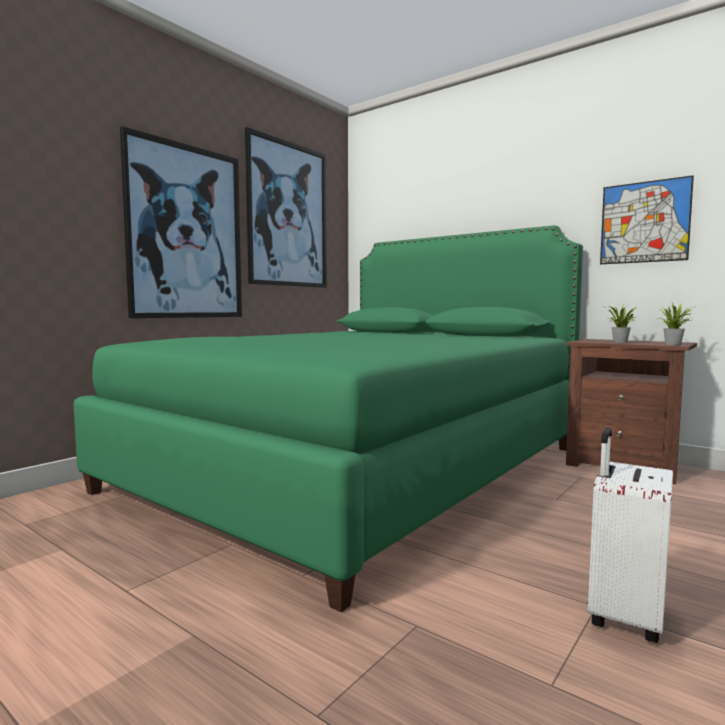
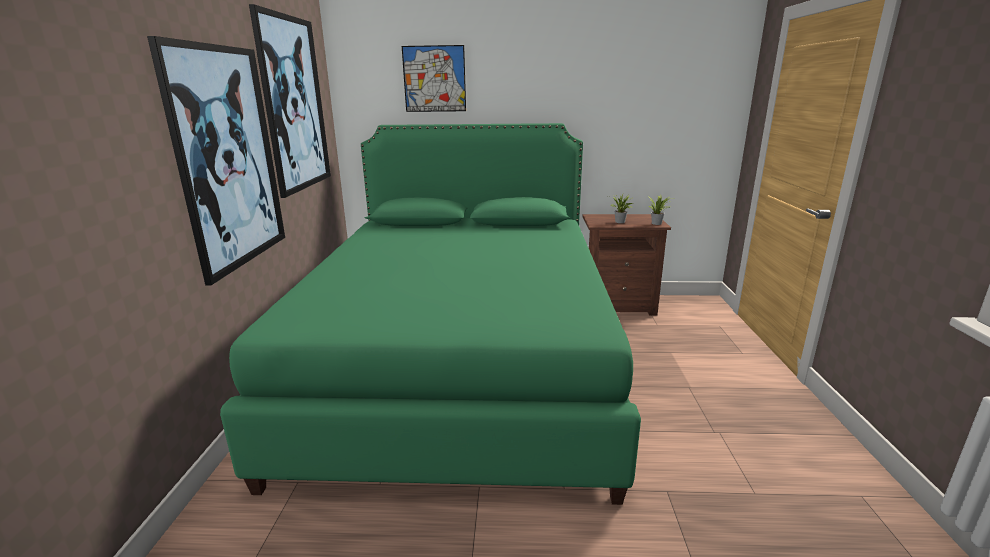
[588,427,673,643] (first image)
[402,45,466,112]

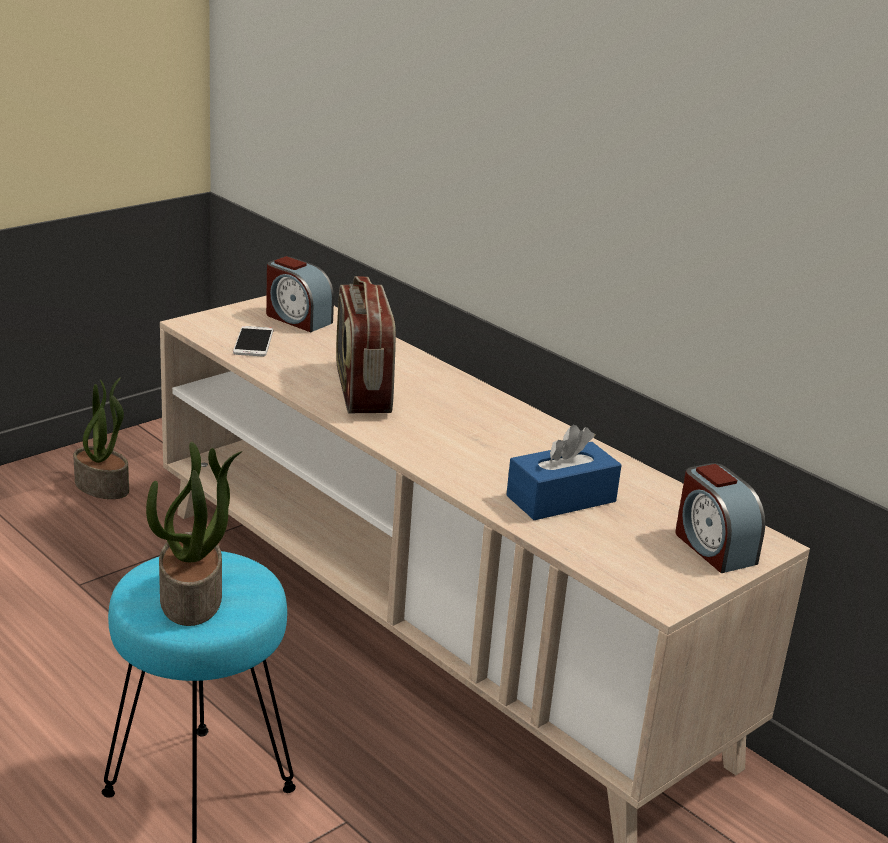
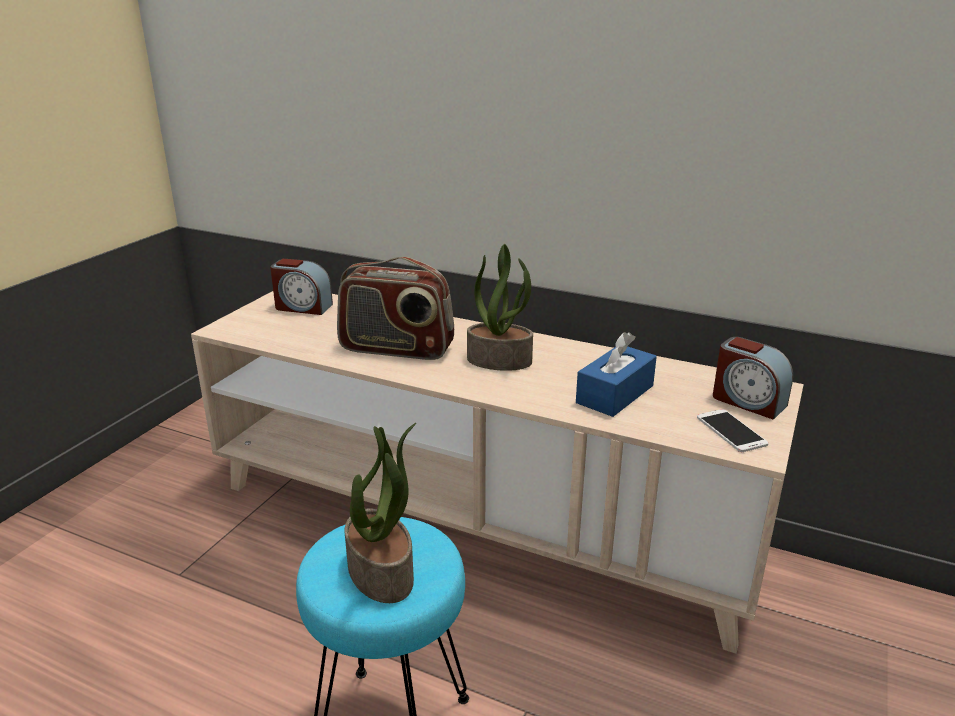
[467,244,533,371]
[697,409,768,452]
[337,257,454,360]

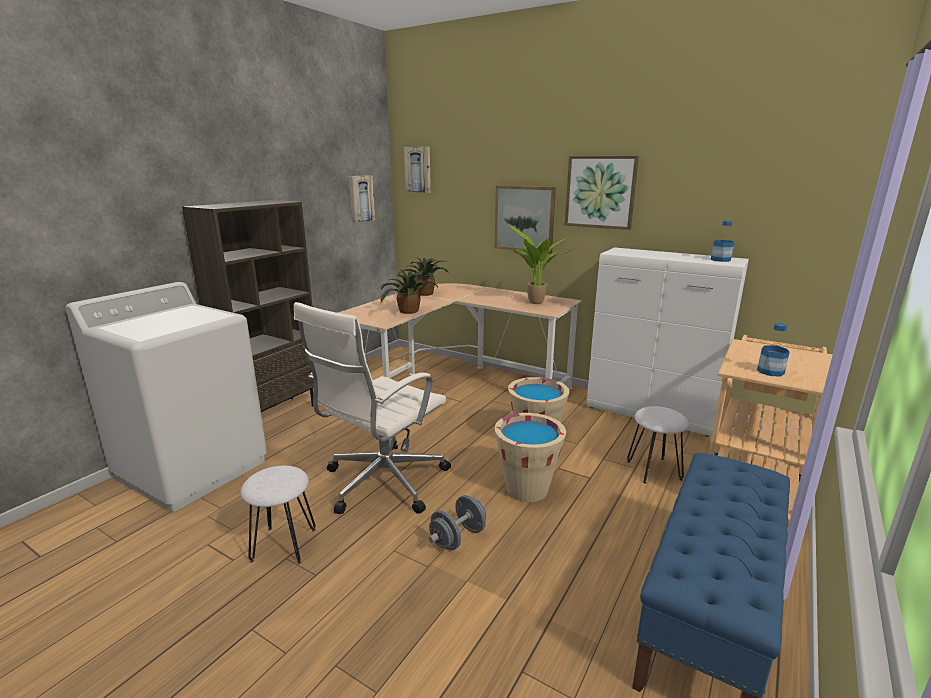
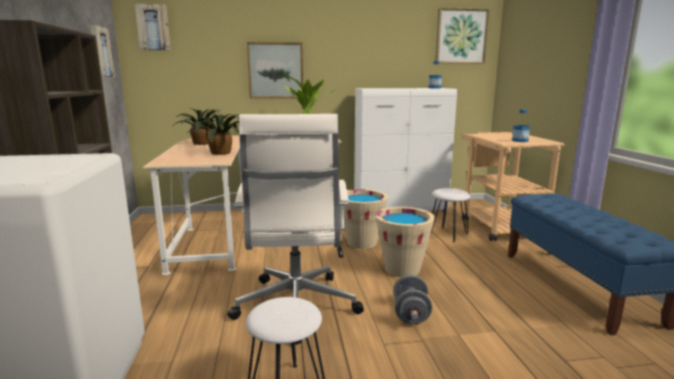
[435,8,489,64]

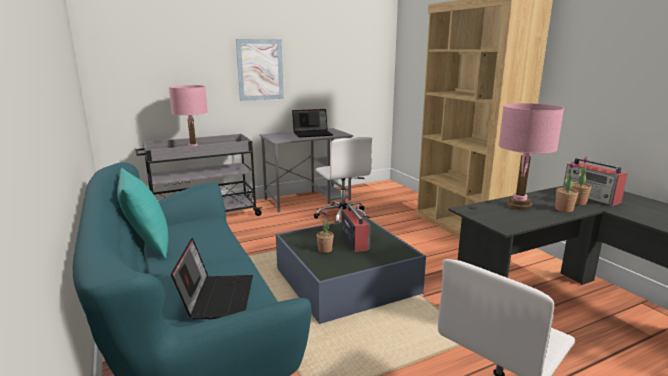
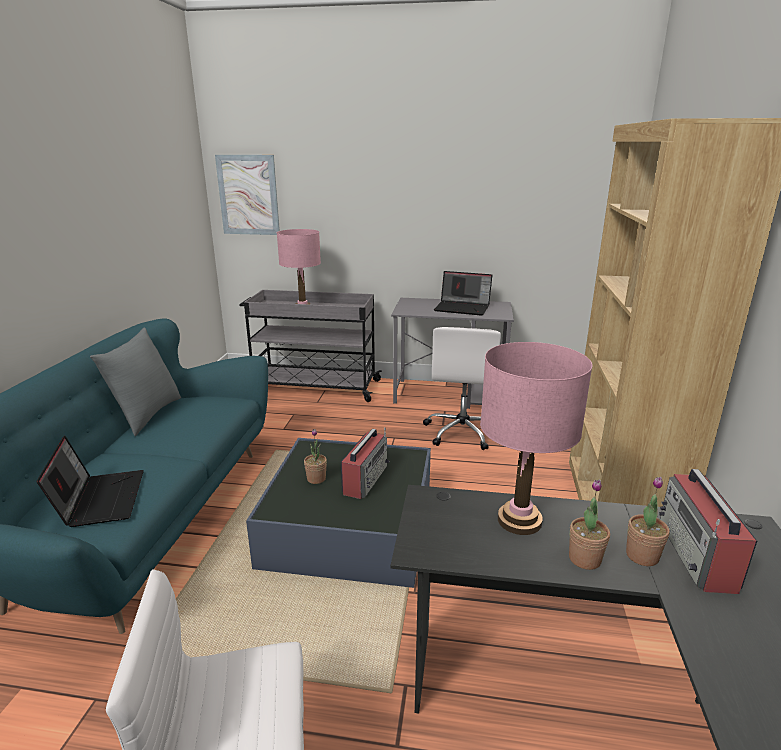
[215,155,280,235]
[90,328,181,436]
[37,436,144,527]

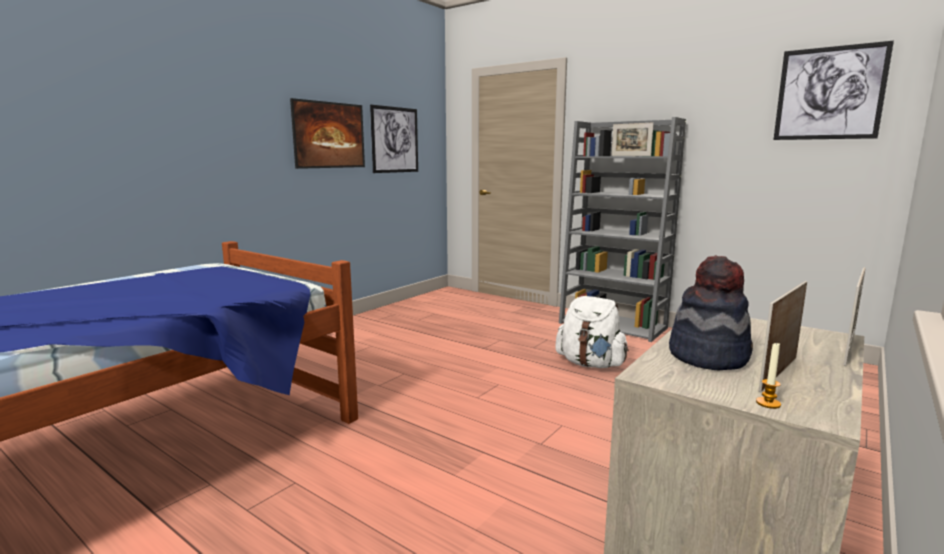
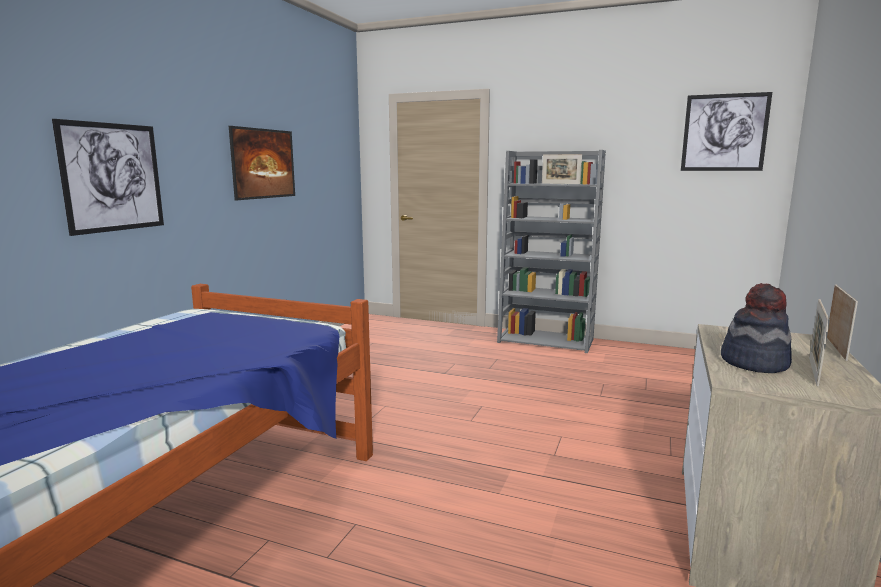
[555,296,629,368] (first image)
[756,342,781,409] (first image)
[52,119,164,236]

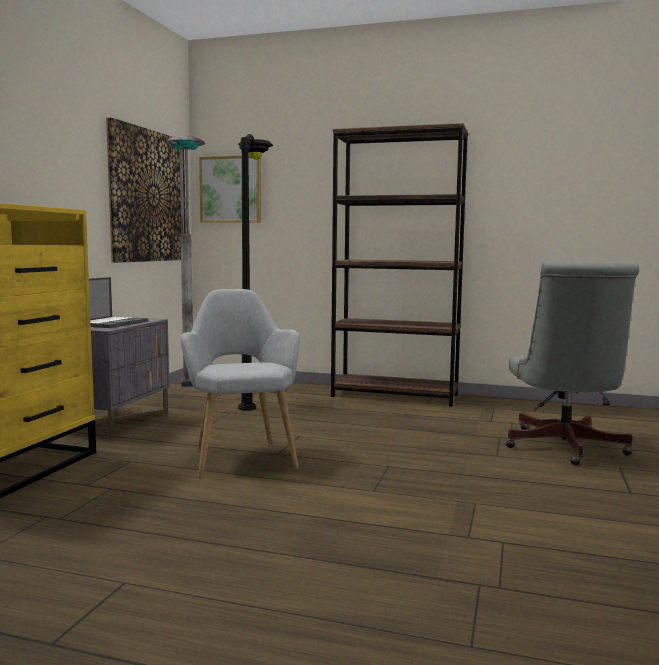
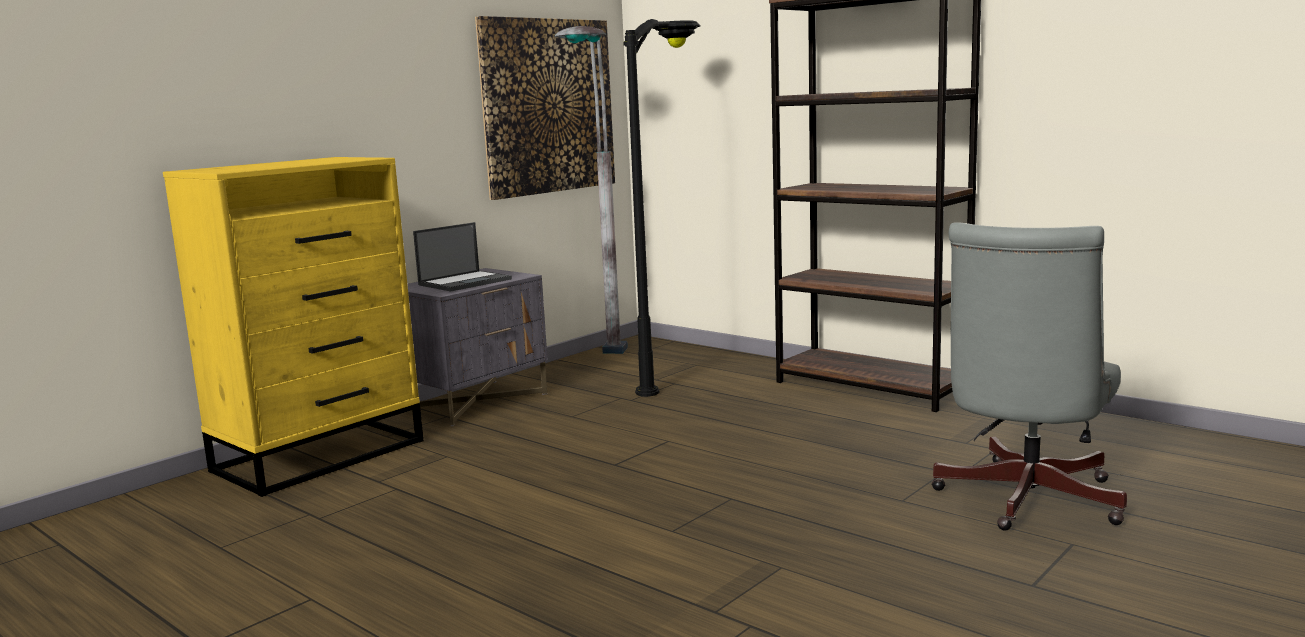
[180,289,300,478] (first image)
[199,155,261,223] (first image)

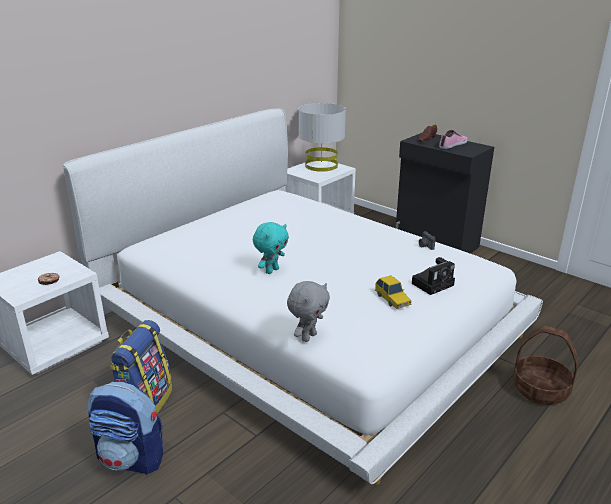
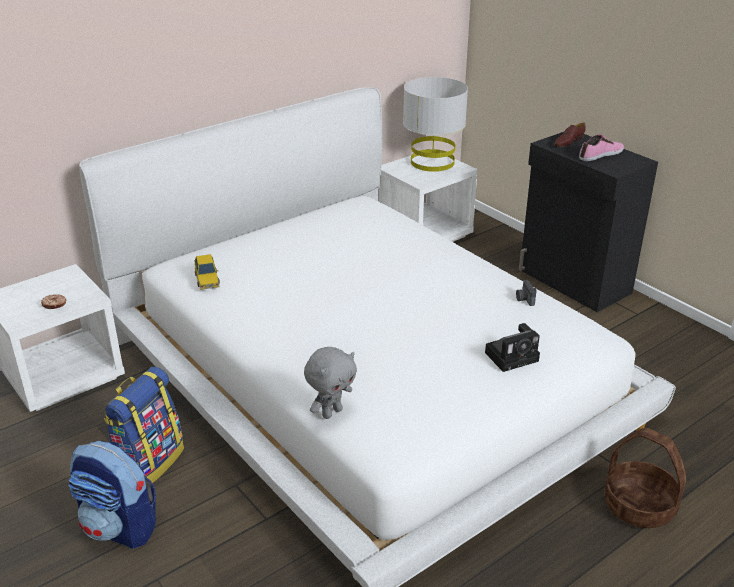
[253,222,289,274] (first image)
[194,254,220,290]

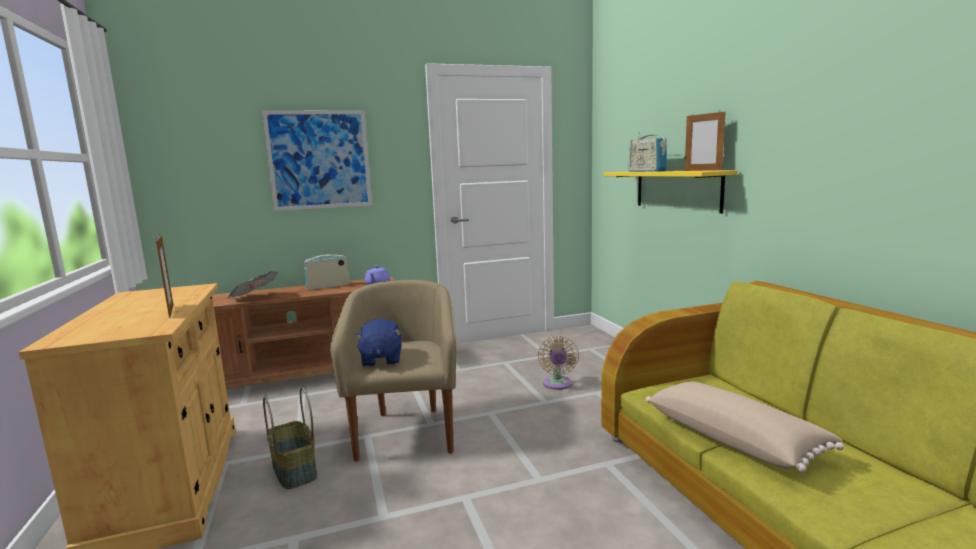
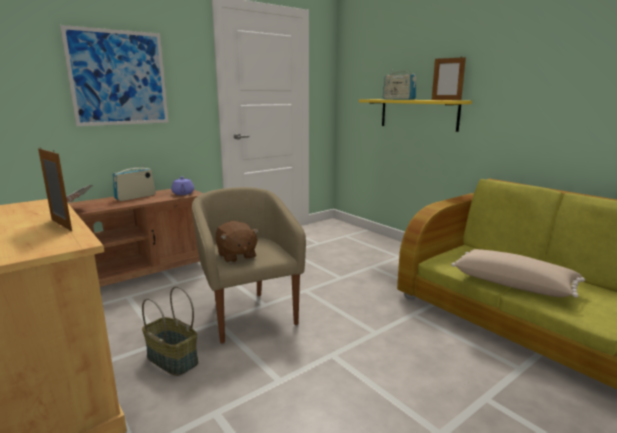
[538,336,579,390] (first image)
[215,221,259,263]

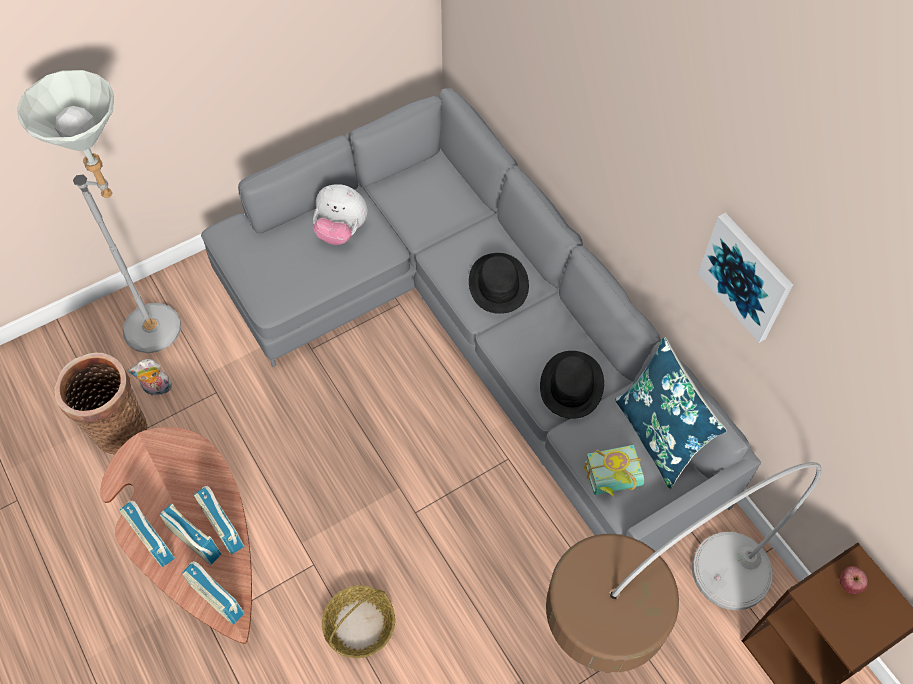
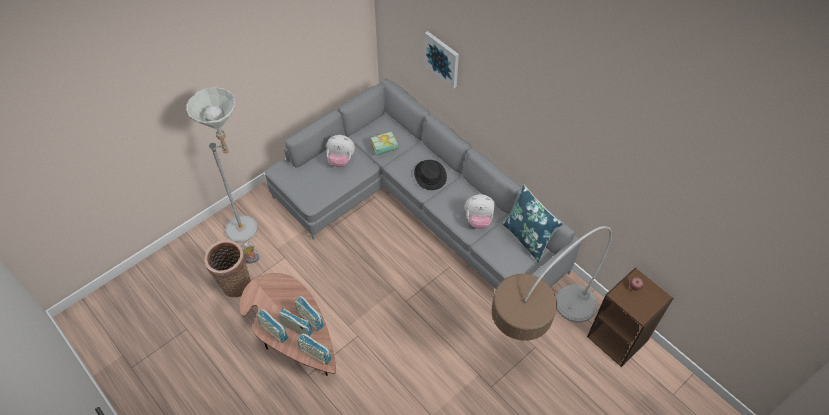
[322,585,395,658] (first image)
[371,131,398,155]
[424,31,459,89]
[465,194,495,229]

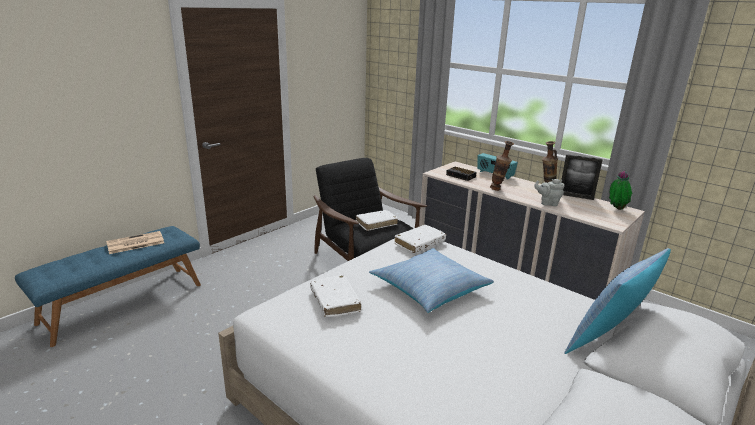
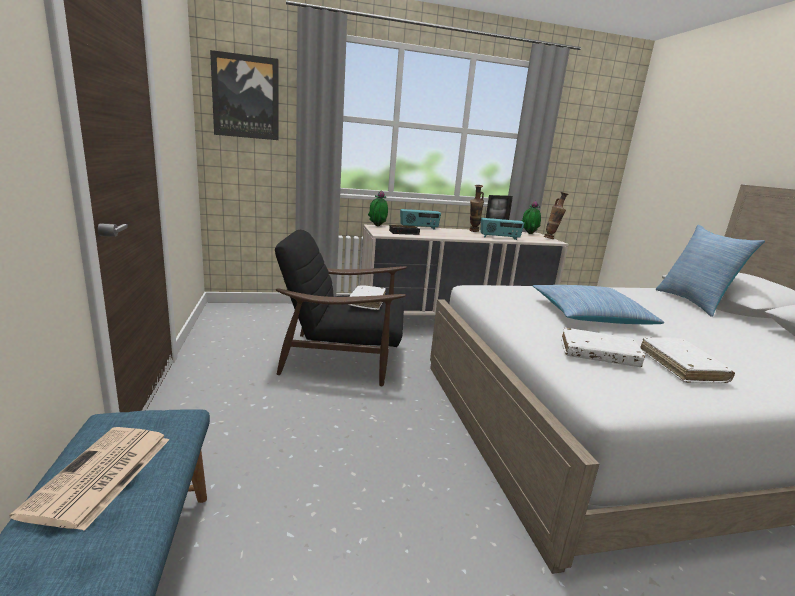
[210,50,279,140]
[368,191,388,226]
[640,337,735,383]
[544,192,569,239]
[481,218,524,240]

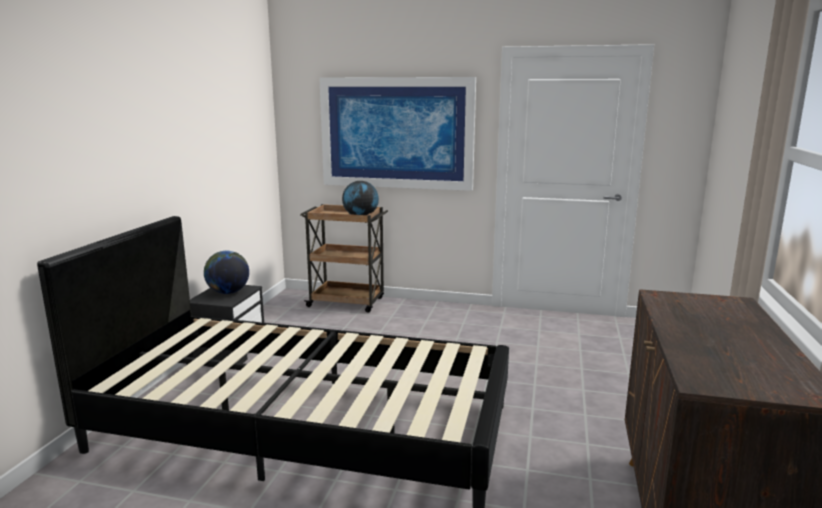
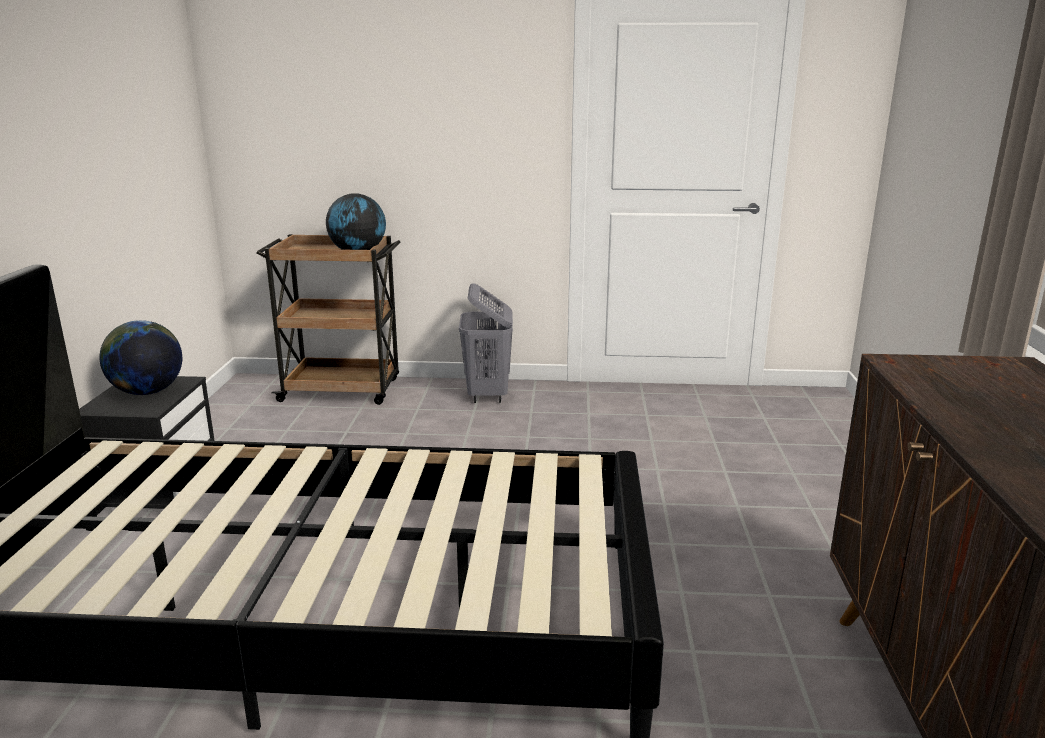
[319,77,476,191] (first image)
[459,283,513,403]

